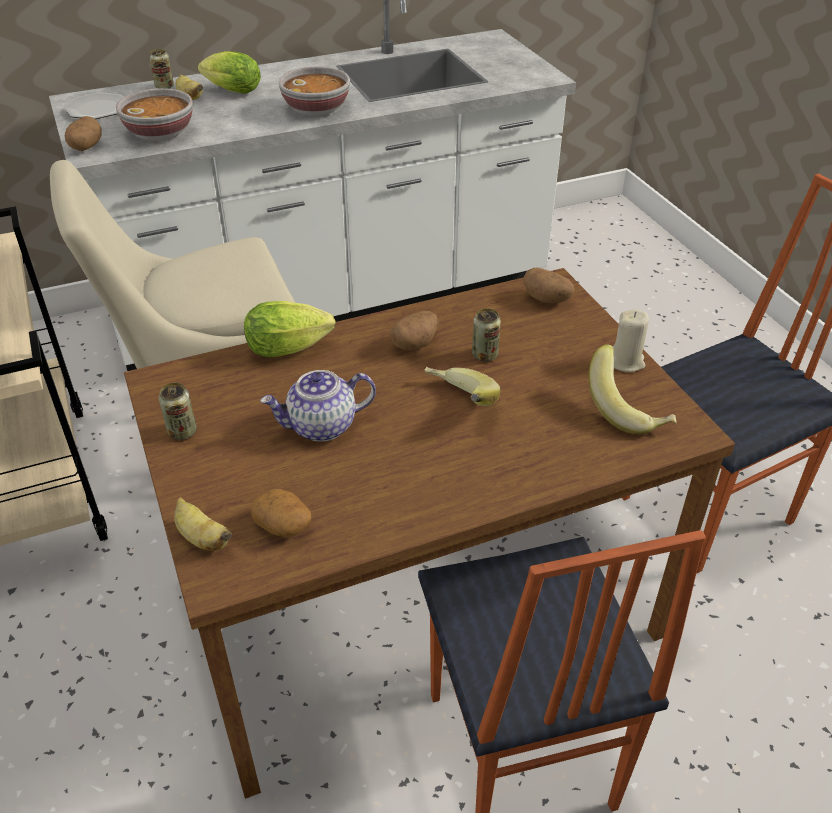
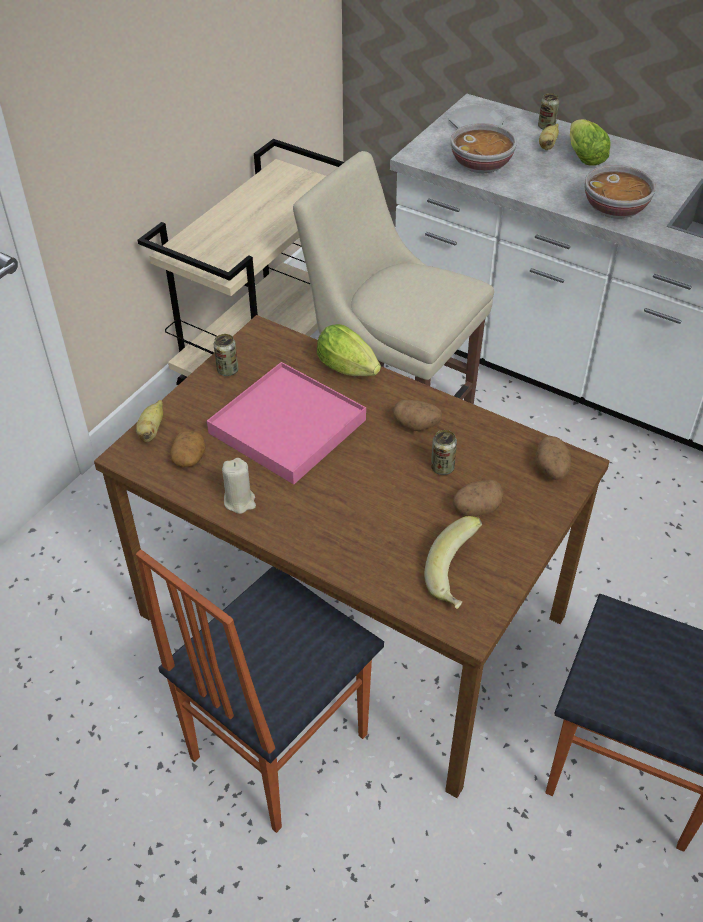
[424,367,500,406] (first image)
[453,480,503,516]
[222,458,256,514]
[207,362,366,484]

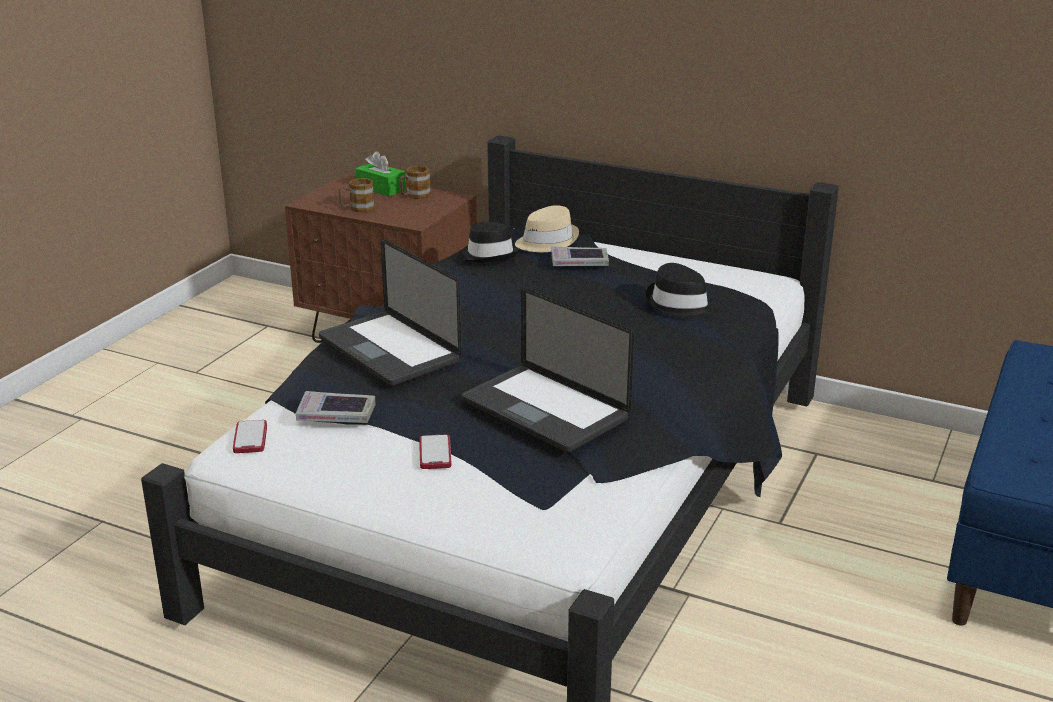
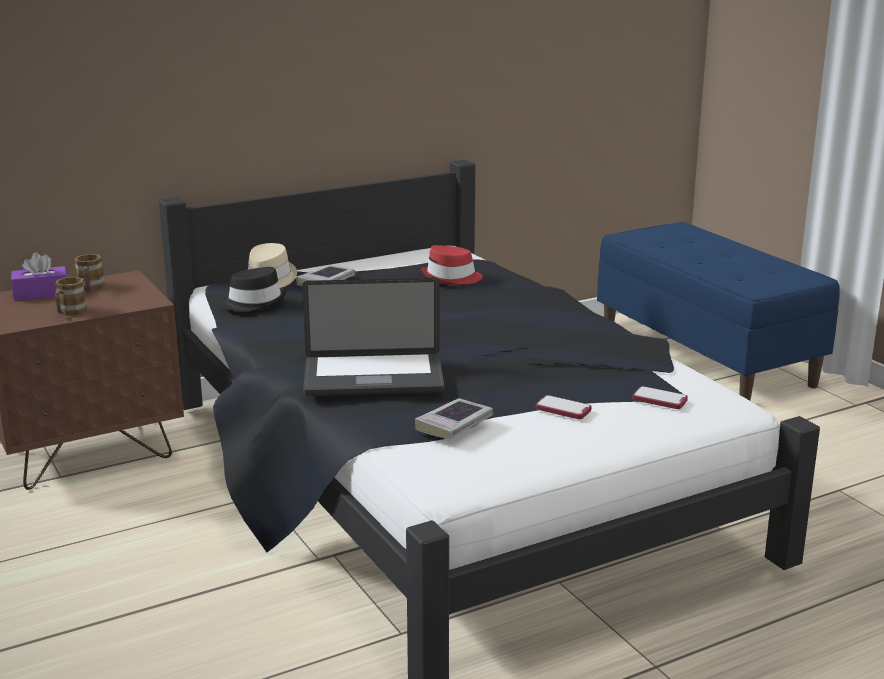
[462,288,635,452] (first image)
[632,386,688,409]
[11,252,67,301]
[421,245,483,285]

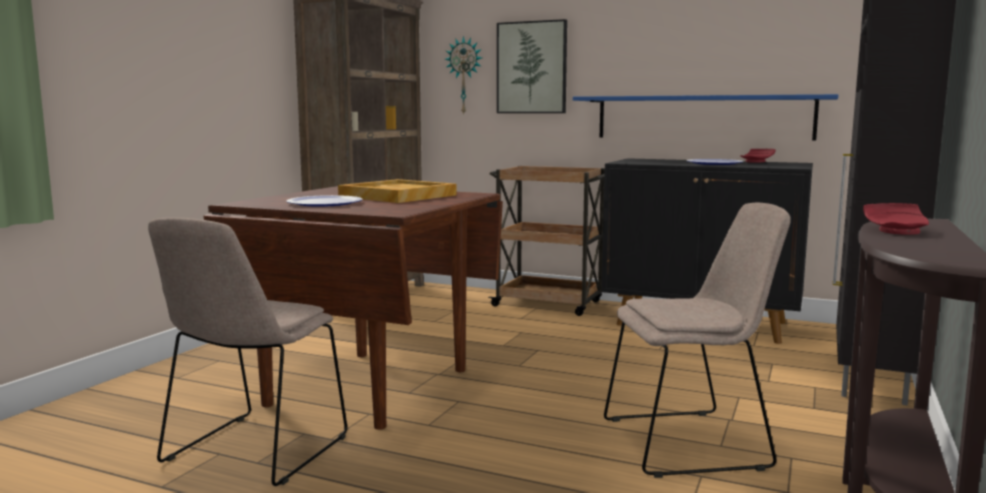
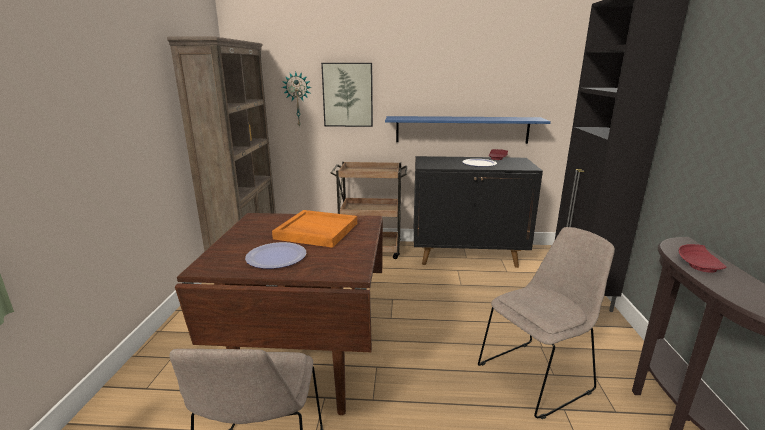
[272,210,357,248]

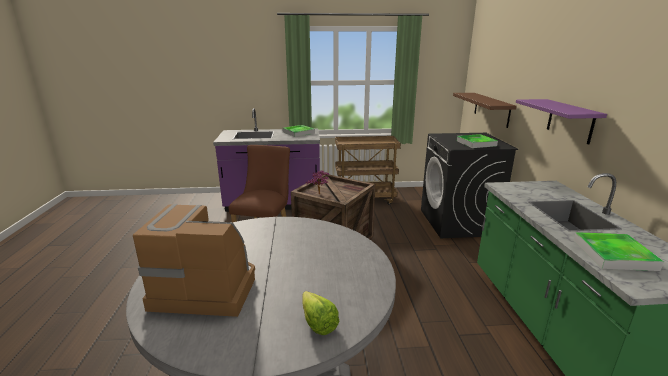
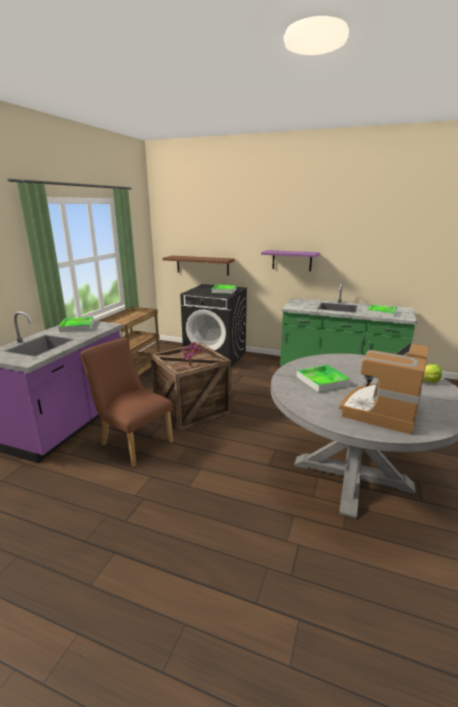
[297,365,351,392]

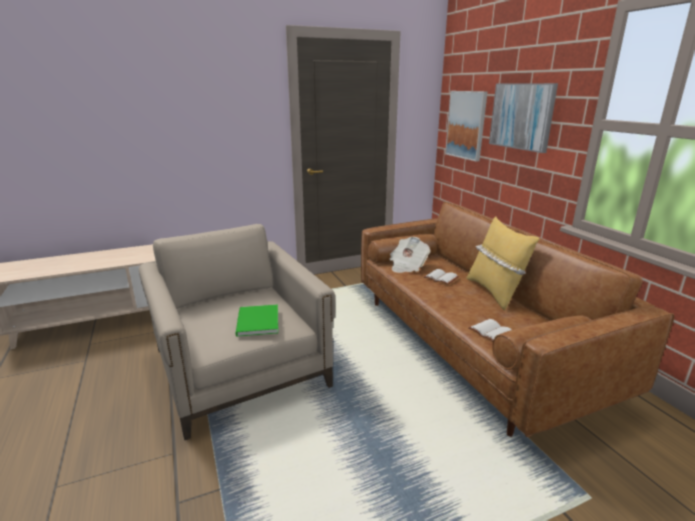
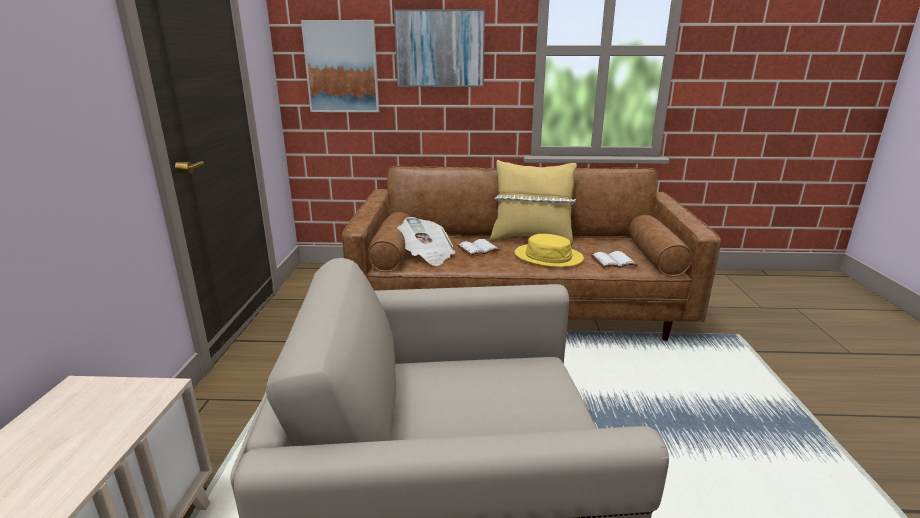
[236,304,278,337] (first image)
[515,234,584,267]

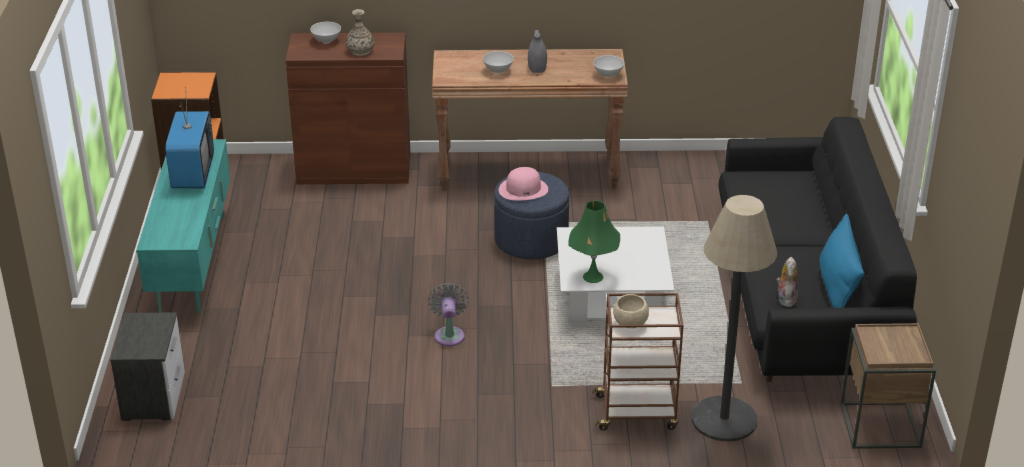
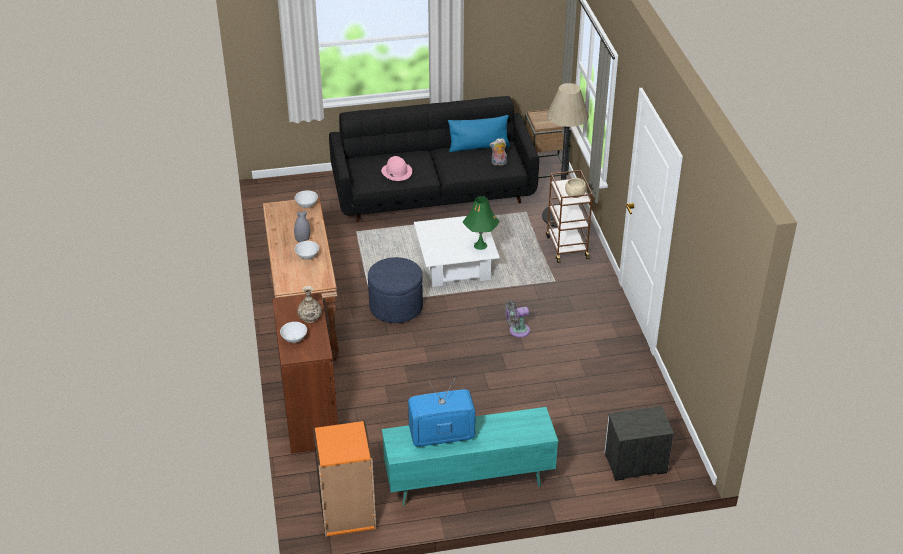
[381,156,412,181]

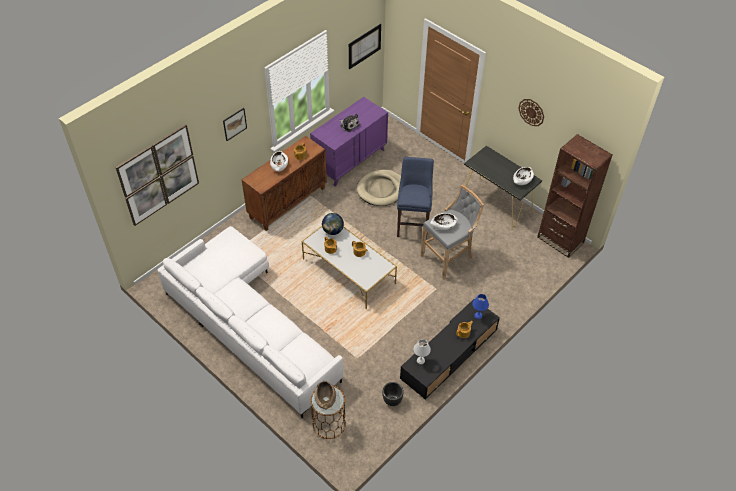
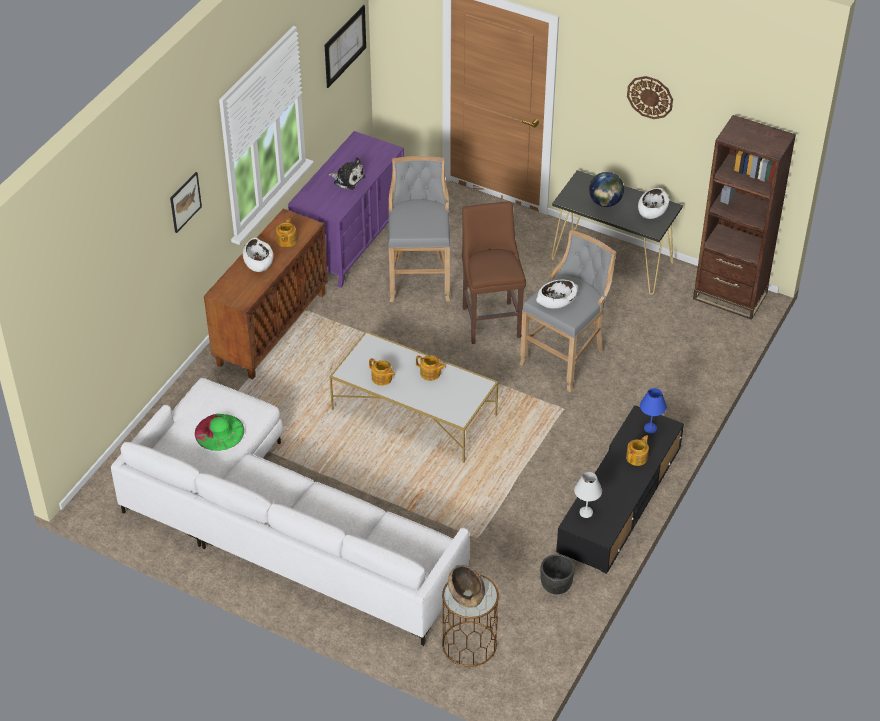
[115,124,199,226] (first image)
[195,414,244,451]
[589,172,624,207]
[388,156,450,302]
[462,201,526,344]

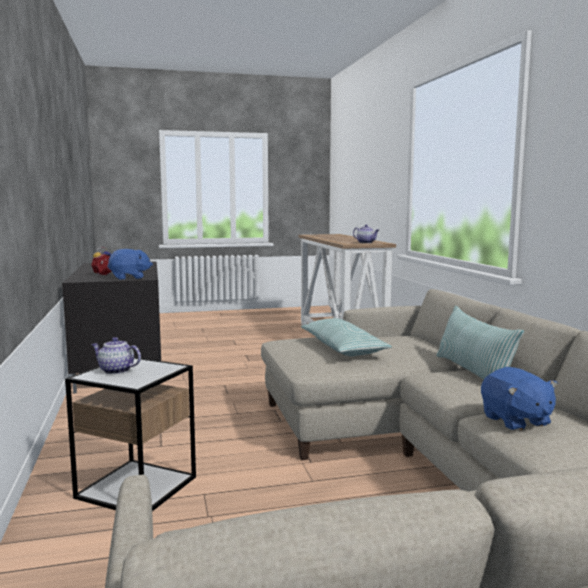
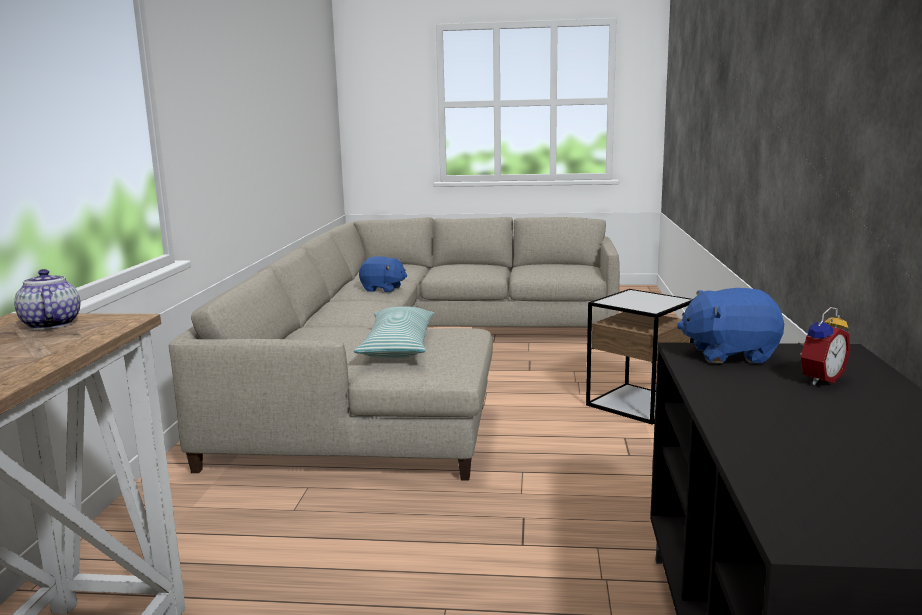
[91,337,141,374] (first image)
[437,306,524,380] (first image)
[359,256,407,292]

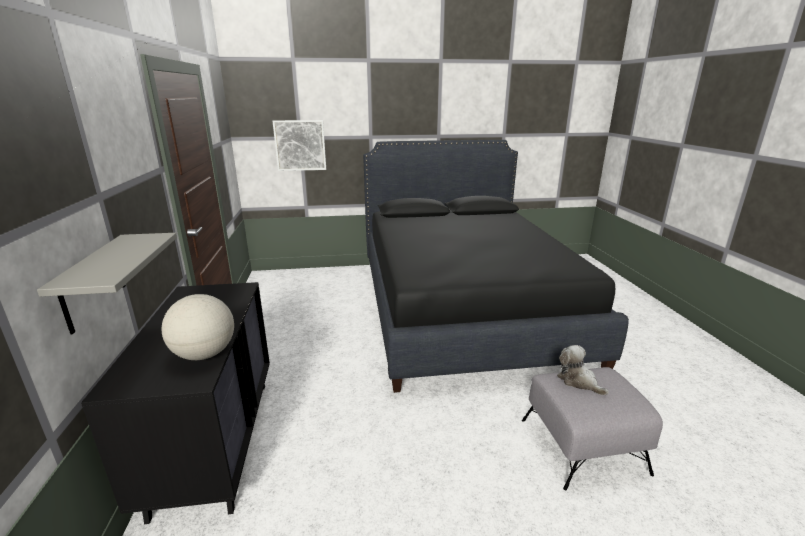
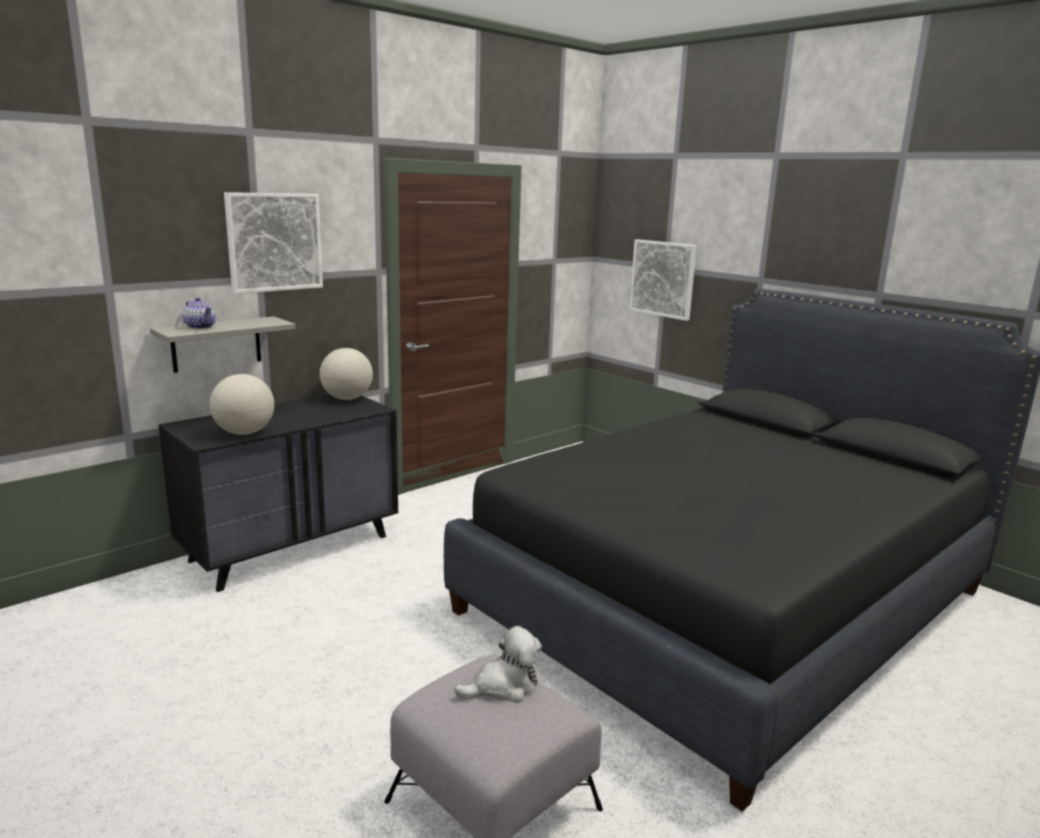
[183,297,216,329]
[224,192,323,294]
[320,348,373,400]
[454,626,542,703]

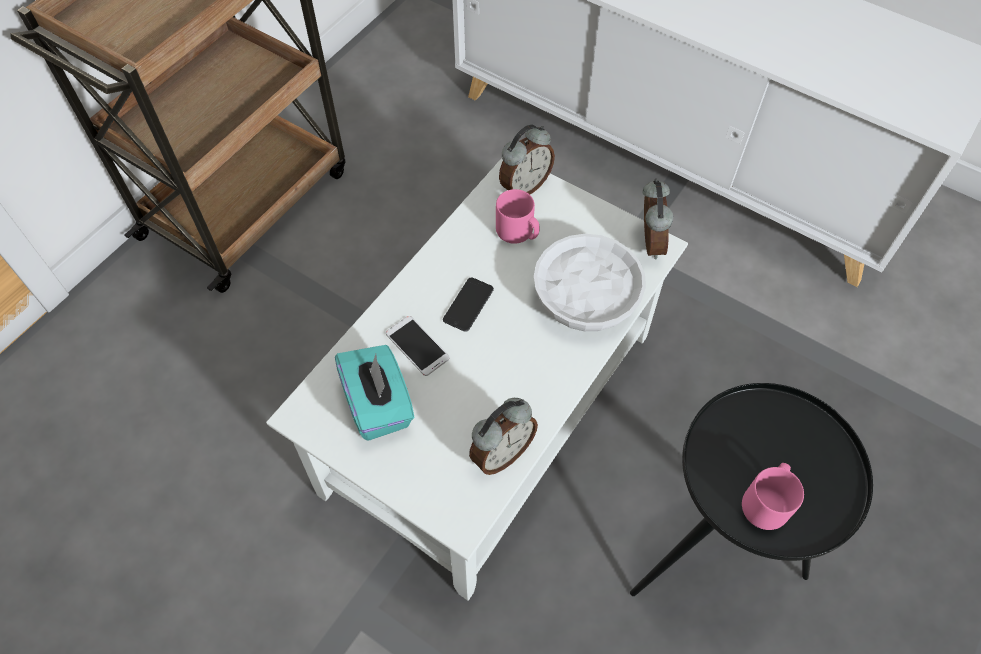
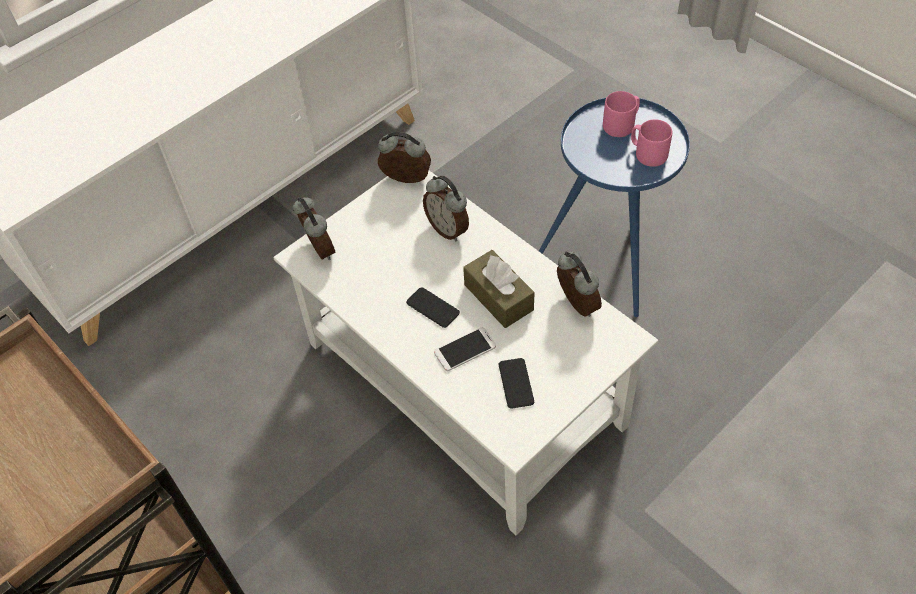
[463,250,535,328]
[603,91,640,137]
[499,358,534,409]
[423,176,469,241]
[539,98,690,317]

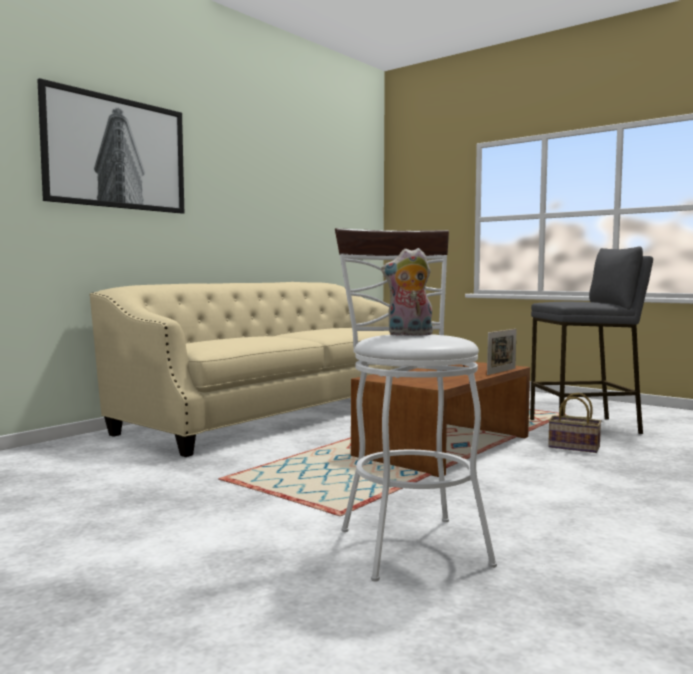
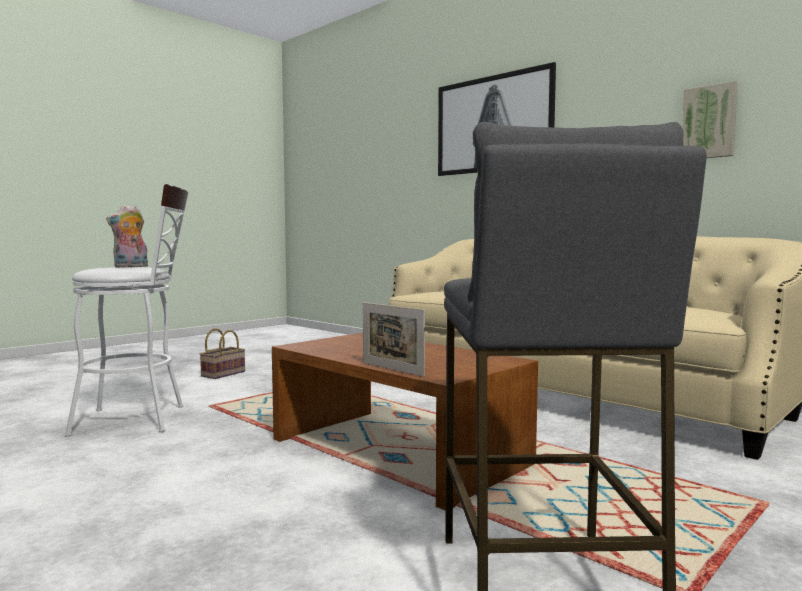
[682,81,738,158]
[200,329,245,379]
[106,205,148,268]

